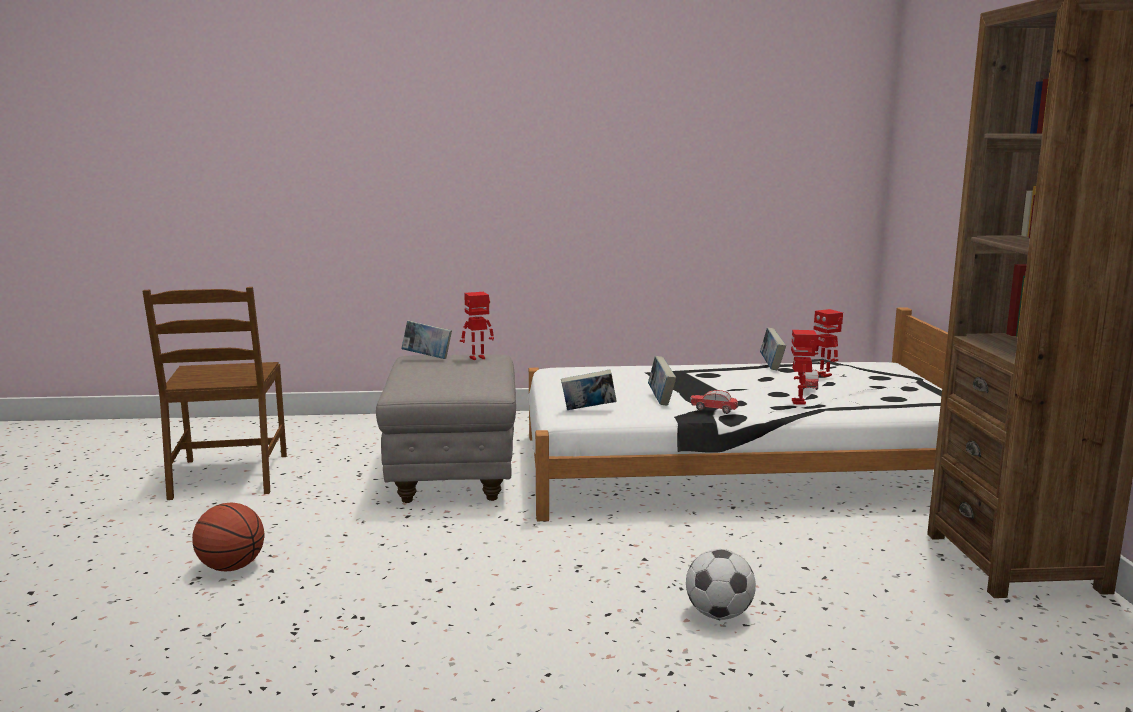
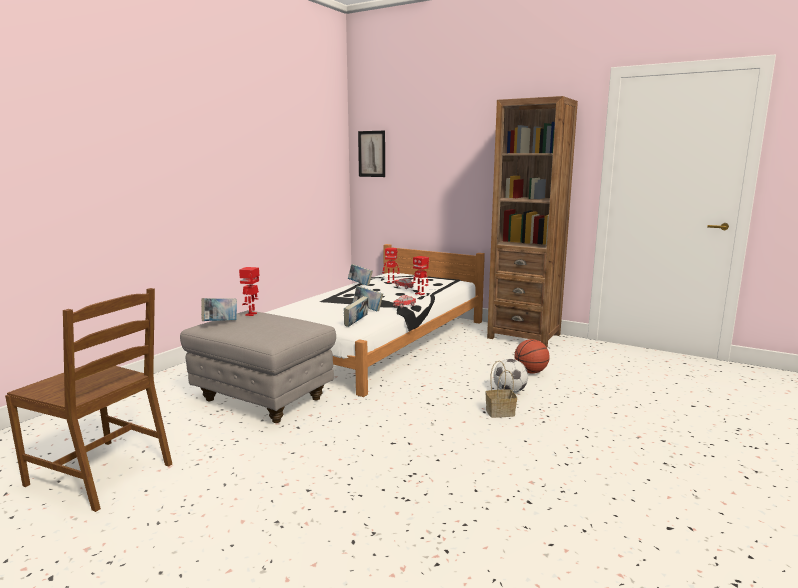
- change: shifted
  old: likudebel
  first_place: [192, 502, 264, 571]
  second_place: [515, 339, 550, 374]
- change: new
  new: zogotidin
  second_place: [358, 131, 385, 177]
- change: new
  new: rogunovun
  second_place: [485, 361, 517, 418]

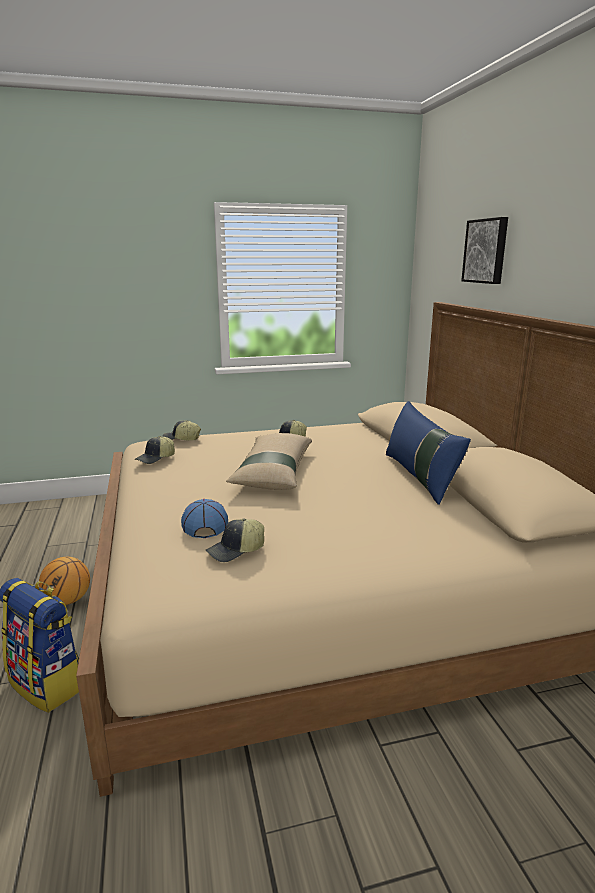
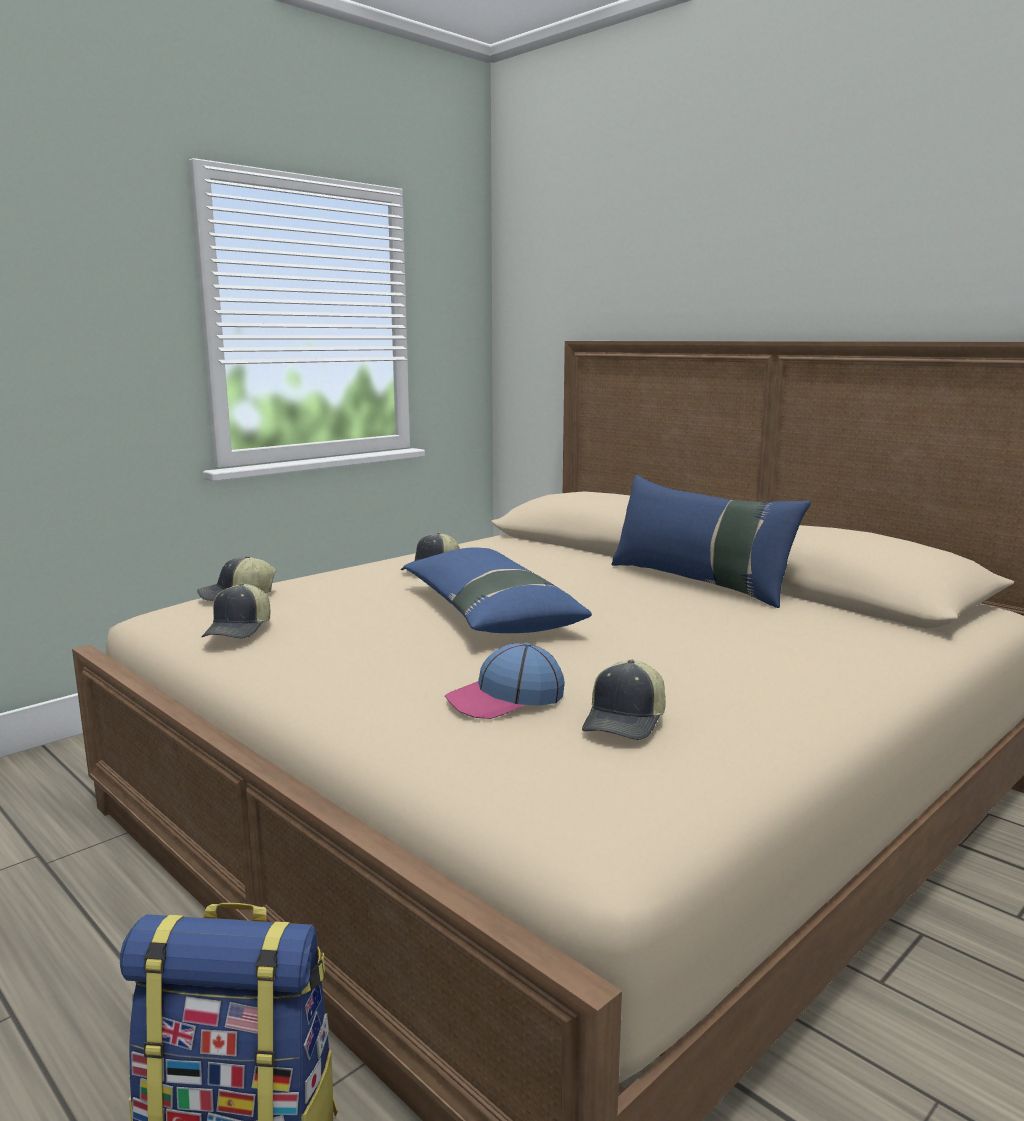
- change: gone
  old: zogotidin
  first_place: [461, 217, 508, 284]
- change: repainted
  old: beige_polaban
  new: blue_polaban
  first_place: [226, 433, 312, 490]
  second_place: [403, 547, 592, 633]
- change: rotated
  old: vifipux
  first_place: [181, 499, 228, 538]
  second_place: [445, 643, 565, 719]
  degrees: -75
- change: gone
  old: likudebel
  first_place: [39, 557, 90, 605]

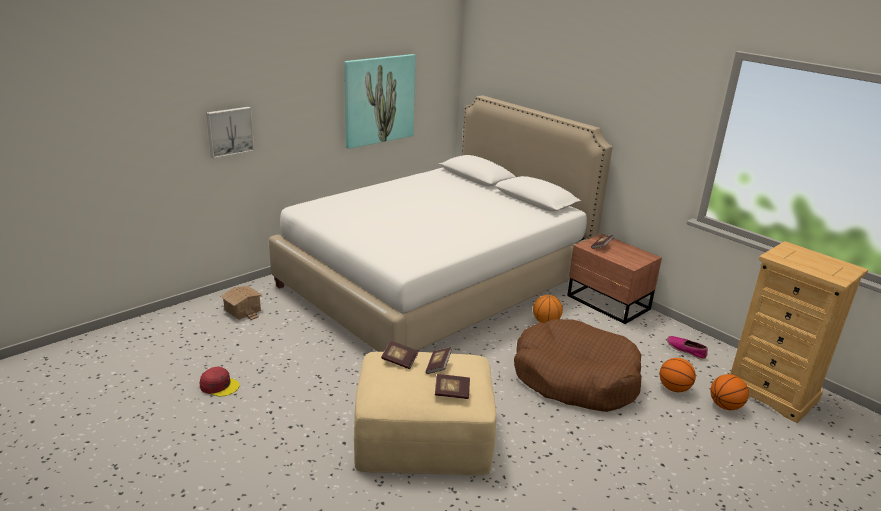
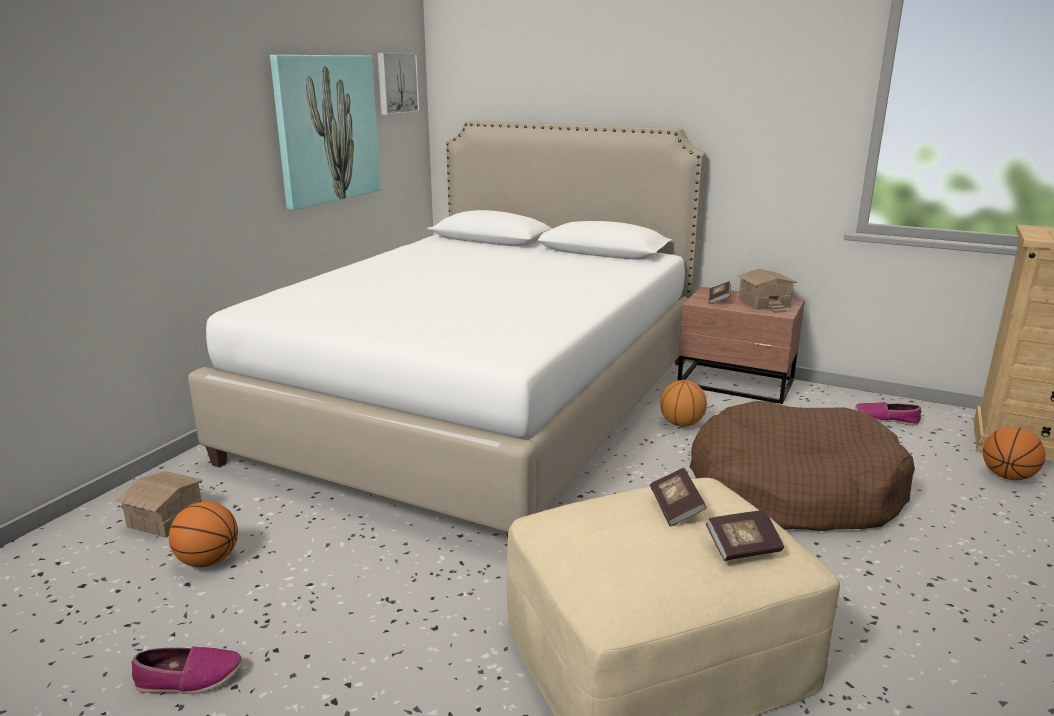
- change: shifted
  old: zogotidin
  first_place: [206, 107, 255, 158]
  second_place: [377, 53, 420, 115]
- change: gone
  old: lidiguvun
  first_place: [381, 341, 418, 369]
- change: shifted
  old: likudebel
  first_place: [660, 358, 696, 392]
  second_place: [169, 502, 238, 567]
- change: swapped
  old: red_vifipux
  new: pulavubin
  first_place: [200, 366, 240, 397]
  second_place: [132, 646, 243, 694]
- change: new
  new: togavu
  second_place: [737, 269, 798, 313]

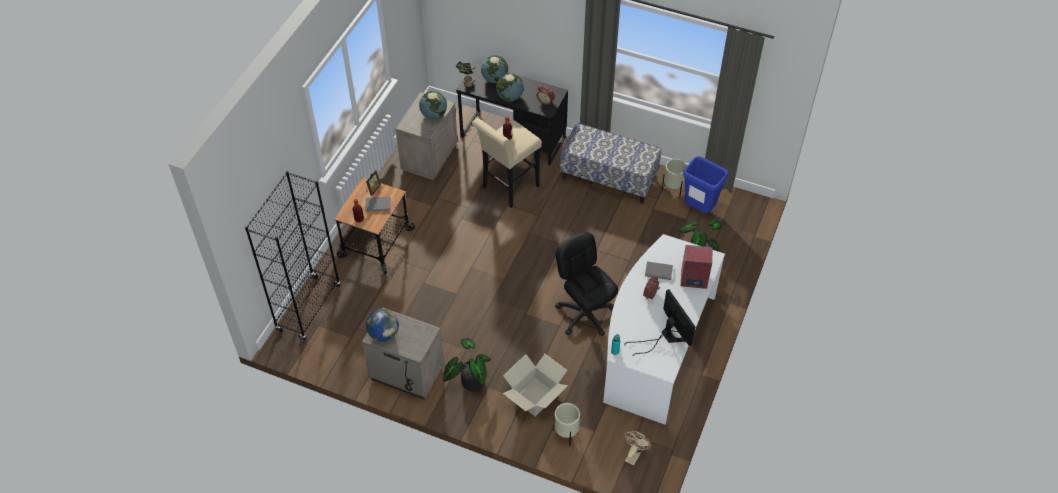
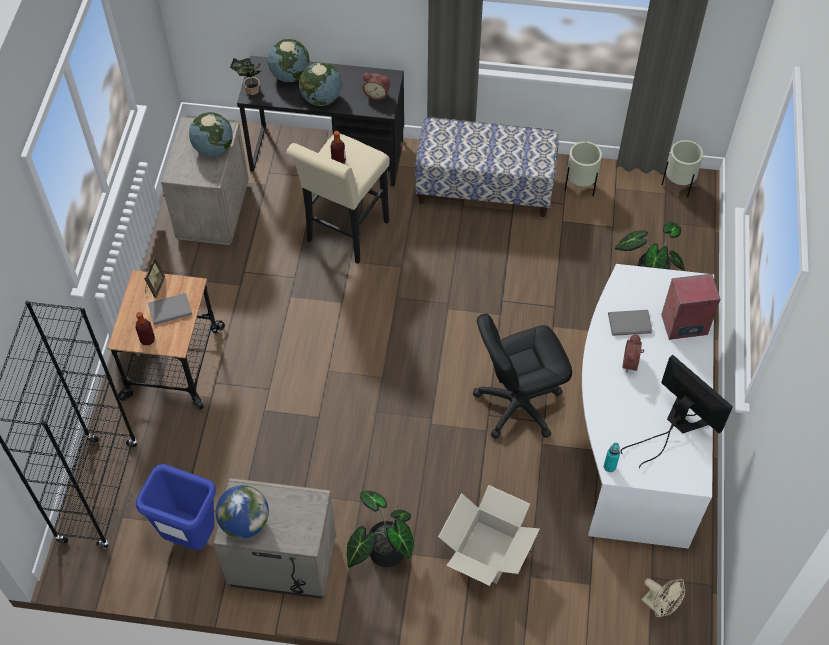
- change: shifted
  old: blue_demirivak
  first_place: [683, 156, 729, 213]
  second_place: [136, 464, 216, 550]
- change: rotated
  old: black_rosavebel
  first_place: [555, 232, 618, 336]
  second_place: [473, 314, 572, 439]
  degrees: -60
- change: shifted
  old: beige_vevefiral
  first_place: [553, 403, 580, 446]
  second_place: [662, 140, 703, 198]
- change: rotated
  old: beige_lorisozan
  first_place: [625, 431, 651, 465]
  second_place: [641, 578, 685, 617]
  degrees: 120

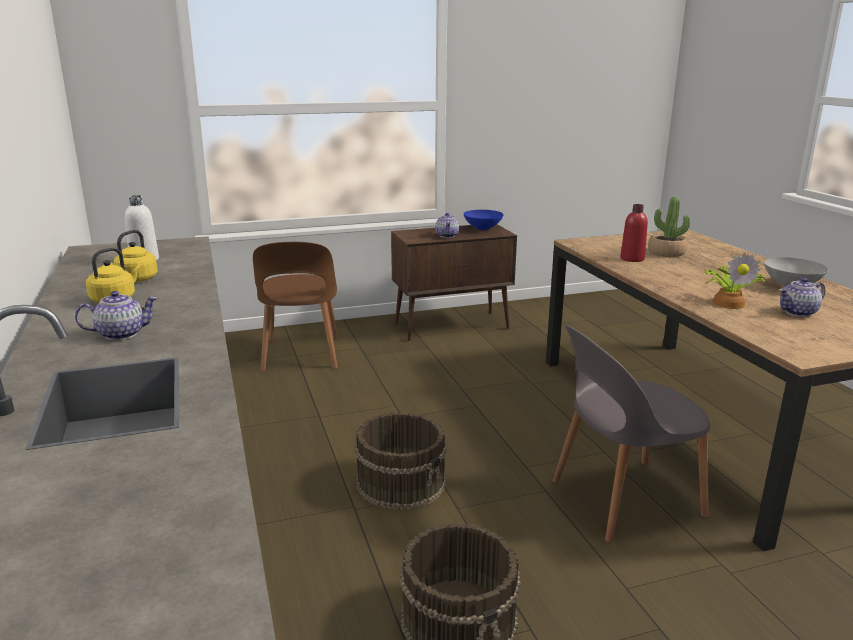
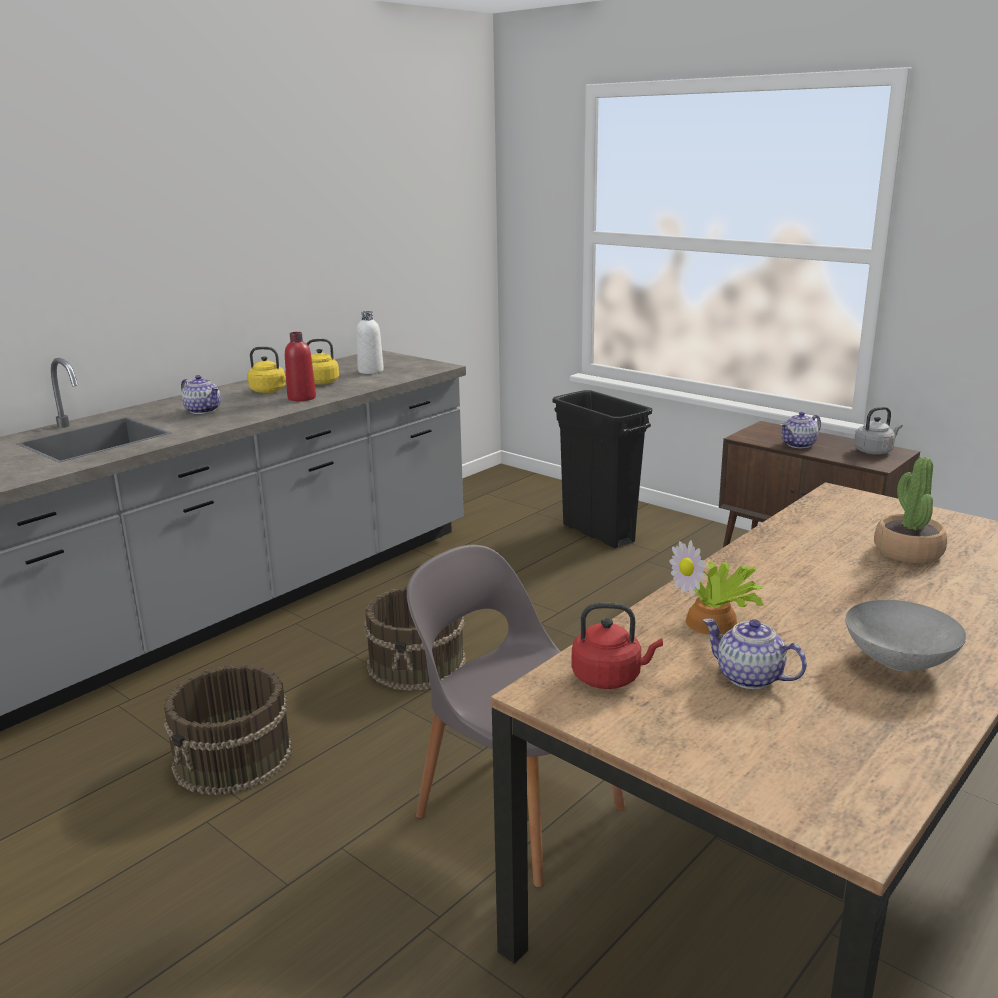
- change: shifted
  old: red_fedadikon
  first_place: [620, 204, 648, 262]
  second_place: [285, 332, 316, 401]
- change: swapped
  old: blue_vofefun
  new: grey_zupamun
  first_place: [464, 210, 503, 230]
  second_place: [854, 407, 903, 455]
- change: swapped
  old: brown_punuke
  new: black_demirivak
  first_place: [253, 242, 338, 371]
  second_place: [553, 390, 652, 548]
- change: new
  new: red_zupamun
  second_place: [571, 603, 663, 689]

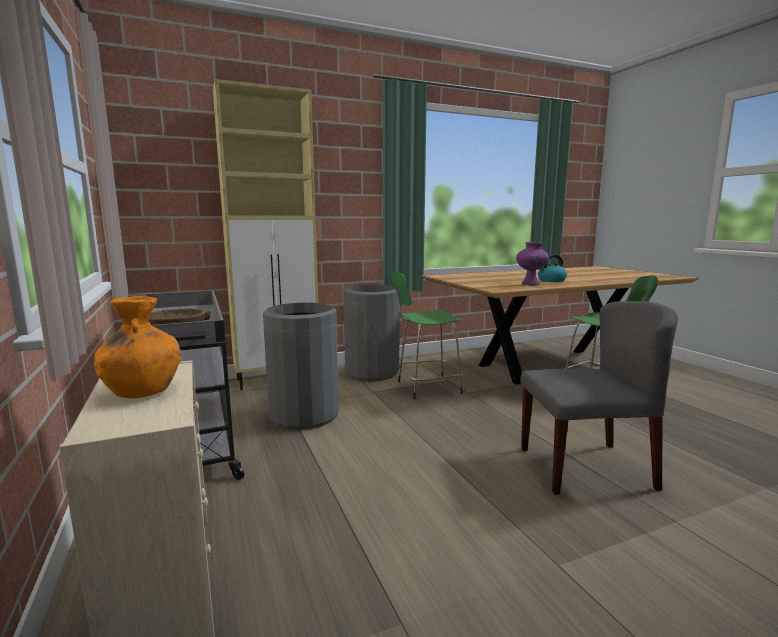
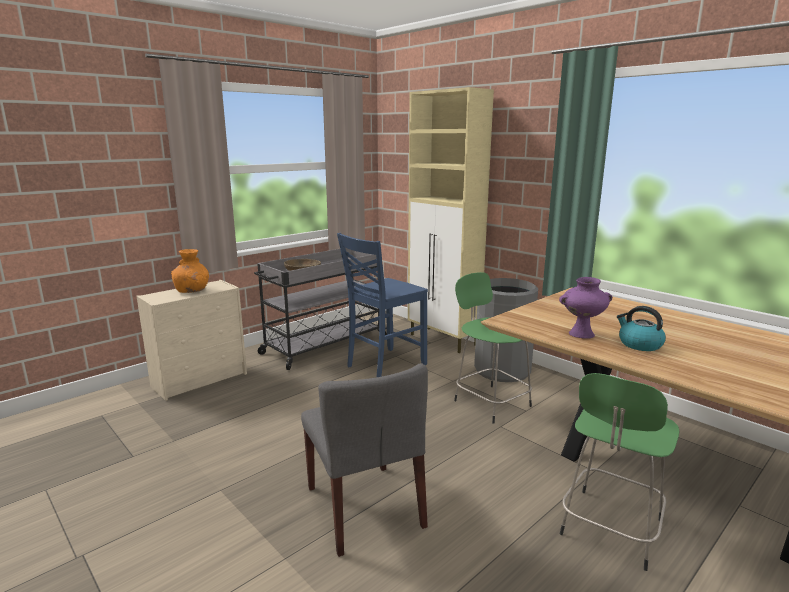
- change: swapped
  old: grey_demirivak
  new: blue_punuke
  first_place: [263, 303, 339, 430]
  second_place: [337, 233, 428, 377]

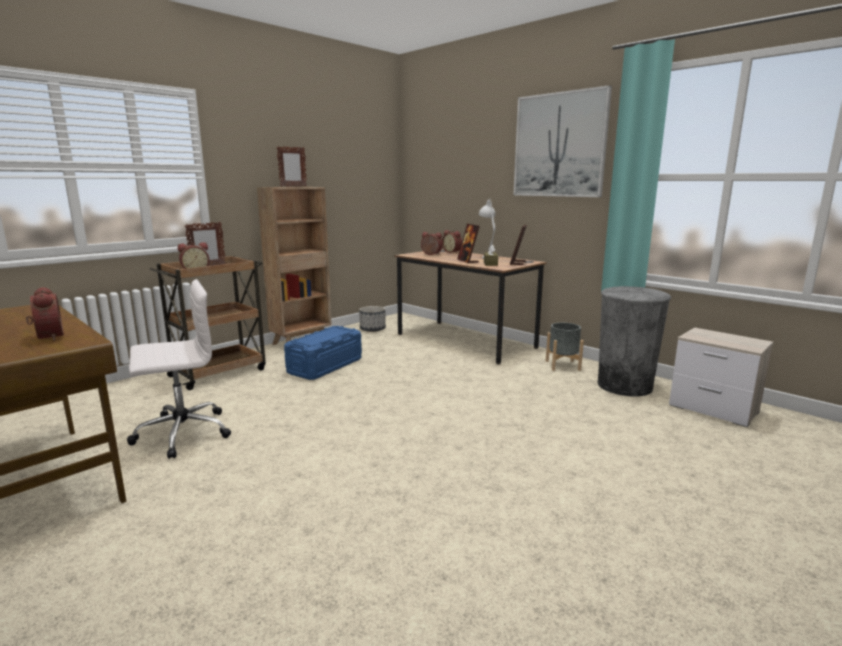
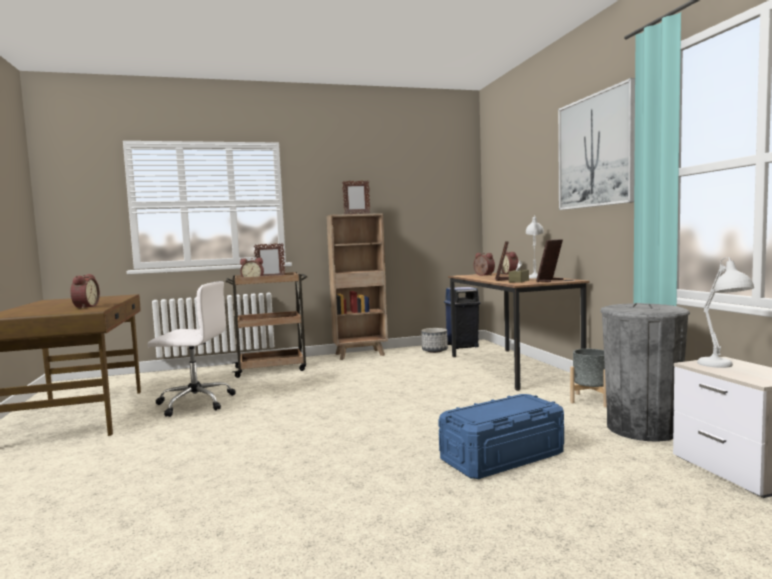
- change: shifted
  old: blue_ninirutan
  first_place: [284, 326, 362, 380]
  second_place: [438, 394, 564, 479]
- change: new
  new: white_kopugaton
  second_place: [697, 257, 754, 368]
- change: new
  new: blue_demirivak
  second_place: [444, 287, 481, 349]

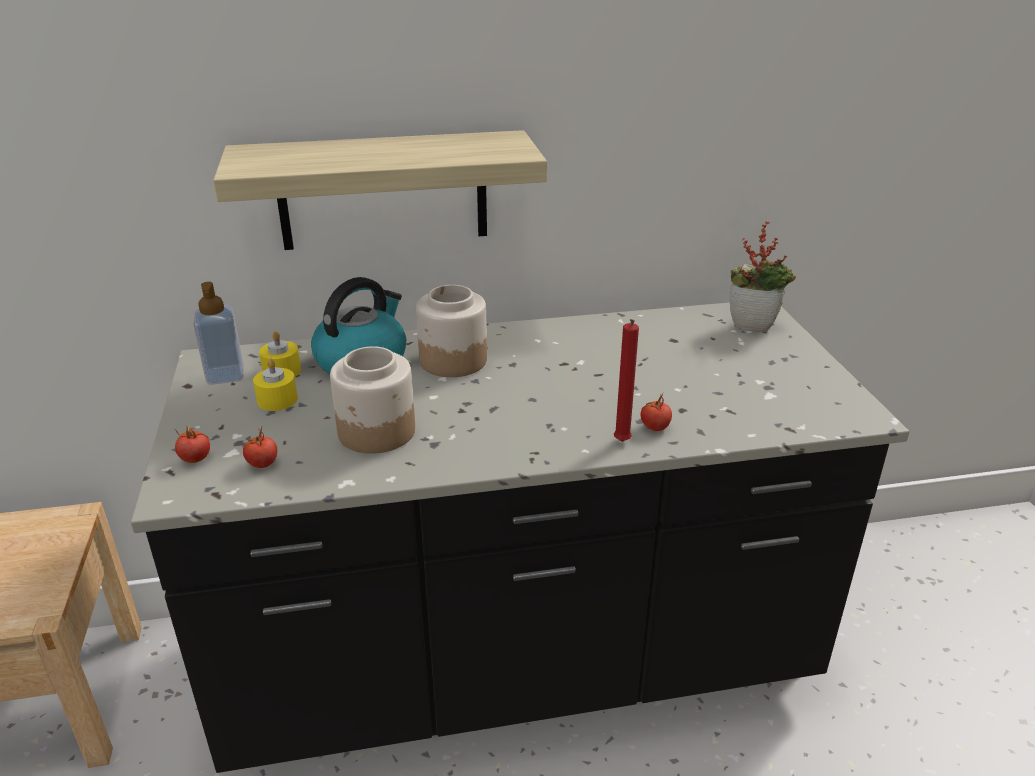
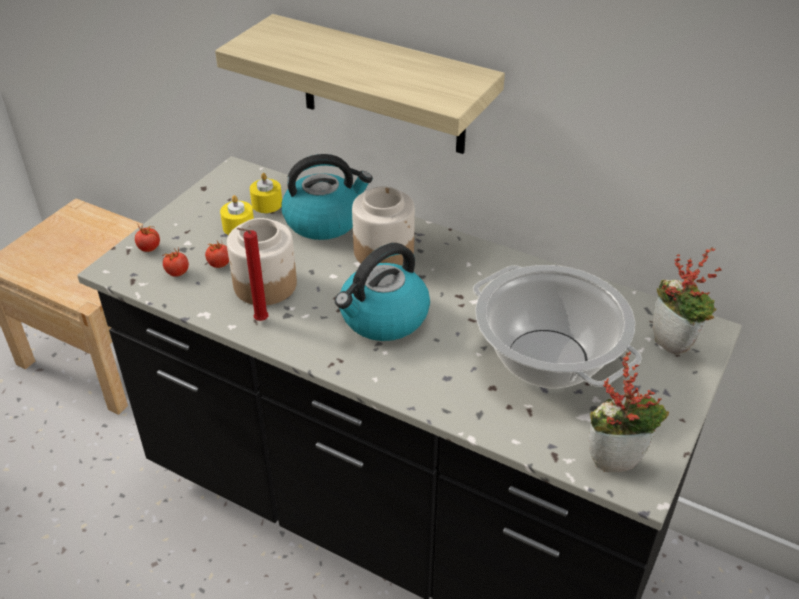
- change: gone
  old: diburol
  first_place: [193, 282, 244, 385]
- change: shifted
  old: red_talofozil
  first_place: [614, 319, 639, 442]
  second_place: [237, 228, 269, 321]
- change: shifted
  old: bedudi
  first_place: [641, 393, 672, 431]
  second_place: [205, 241, 229, 268]
- change: new
  new: zupamun
  second_place: [335, 243, 430, 341]
- change: new
  new: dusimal
  second_place: [473, 265, 642, 388]
- change: new
  new: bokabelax
  second_place: [589, 352, 669, 472]

